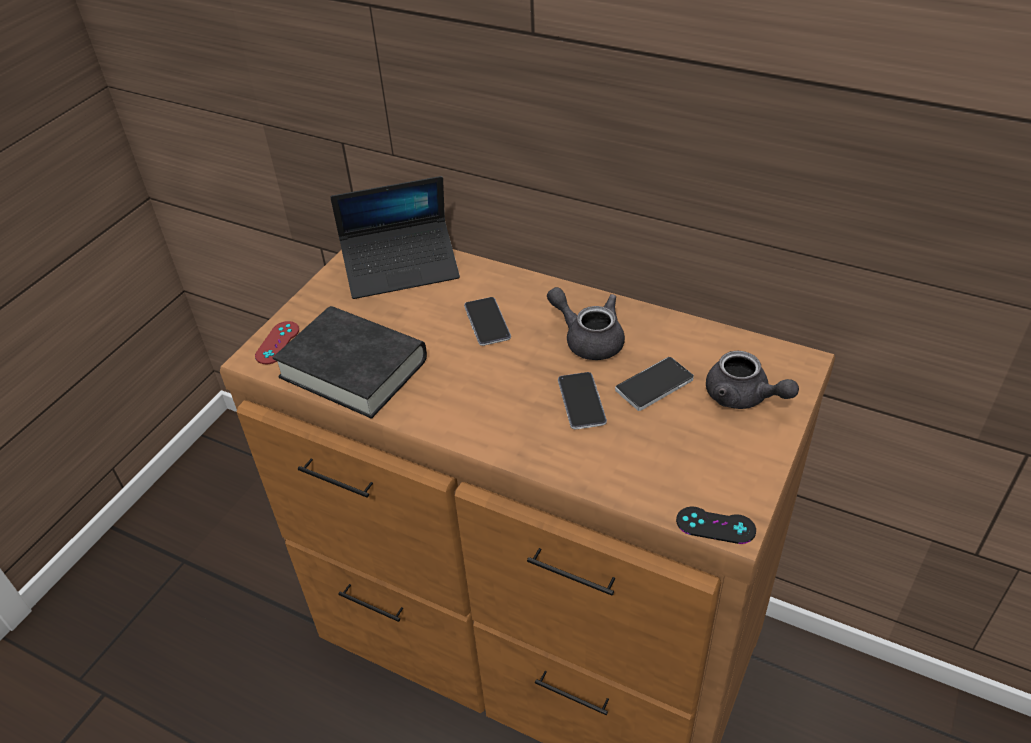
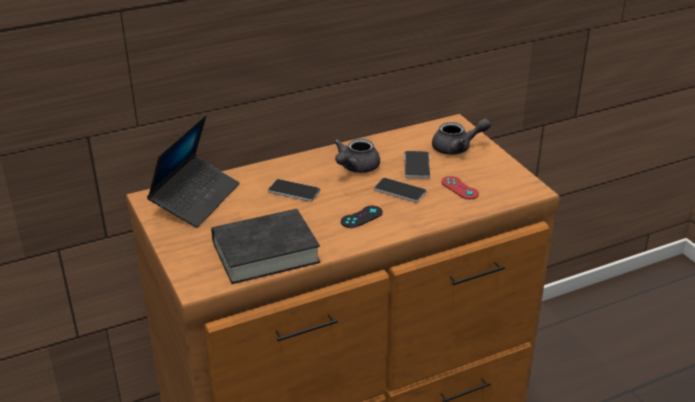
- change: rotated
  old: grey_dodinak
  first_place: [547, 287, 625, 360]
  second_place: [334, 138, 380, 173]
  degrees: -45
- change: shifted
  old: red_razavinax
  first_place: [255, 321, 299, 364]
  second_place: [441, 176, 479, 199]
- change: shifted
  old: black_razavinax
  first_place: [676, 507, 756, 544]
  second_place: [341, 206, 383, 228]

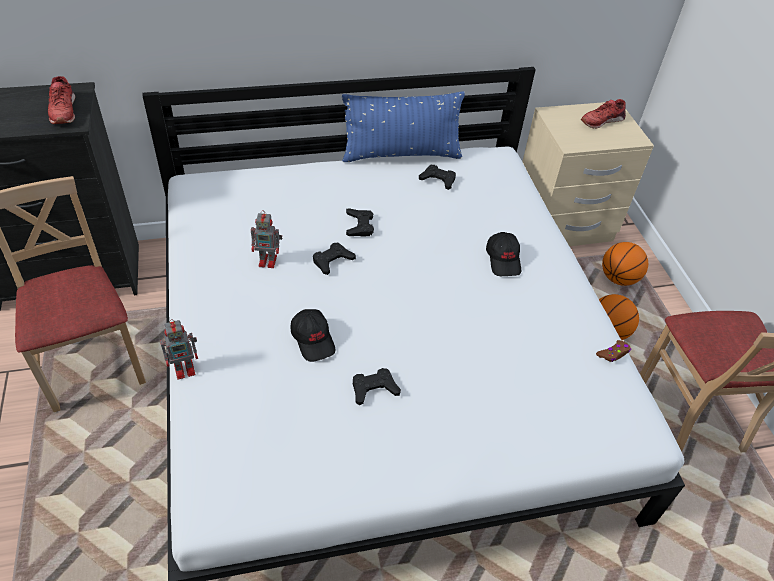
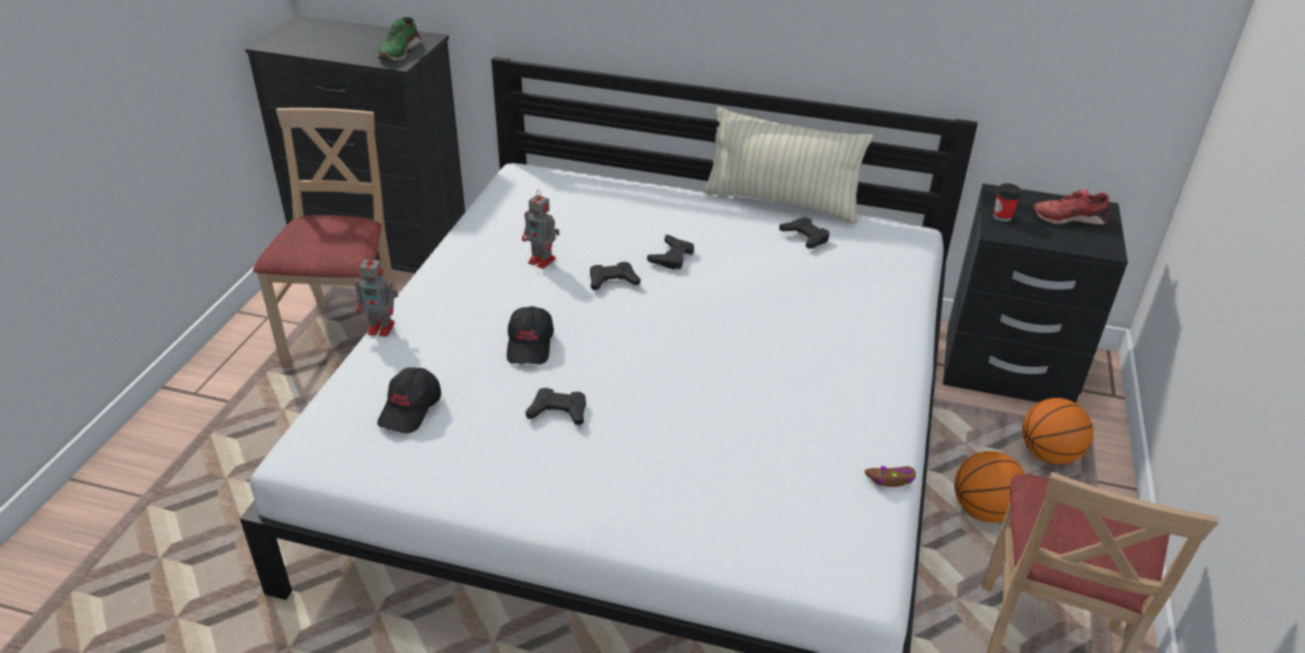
- change: repainted
  old: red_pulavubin
  new: green_pulavubin
  first_place: [48, 76, 75, 124]
  second_place: [378, 17, 421, 61]
- change: repainted
  old: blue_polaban
  new: beige_polaban
  first_place: [342, 92, 465, 162]
  second_place: [703, 107, 873, 224]
- change: repainted
  old: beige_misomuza
  new: black_misomuza
  first_place: [522, 102, 654, 246]
  second_place: [943, 184, 1128, 403]
- change: shifted
  old: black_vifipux
  first_place: [486, 232, 521, 276]
  second_place: [377, 367, 441, 433]
- change: new
  new: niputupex
  second_place: [993, 183, 1021, 222]

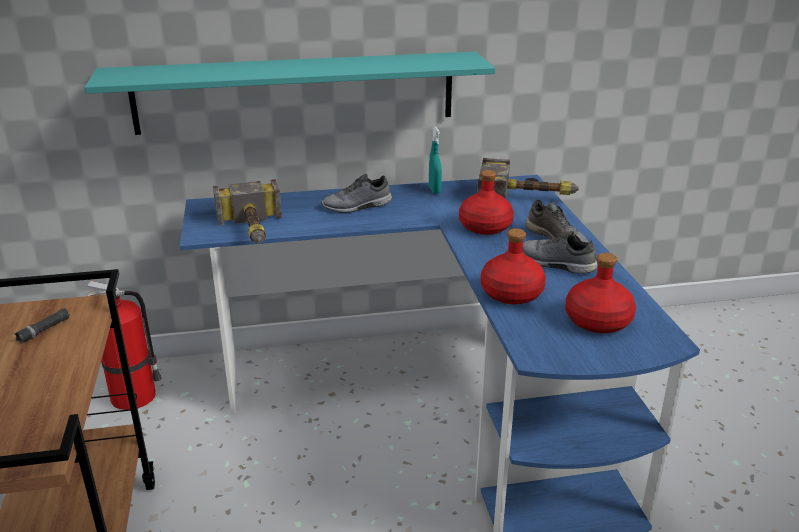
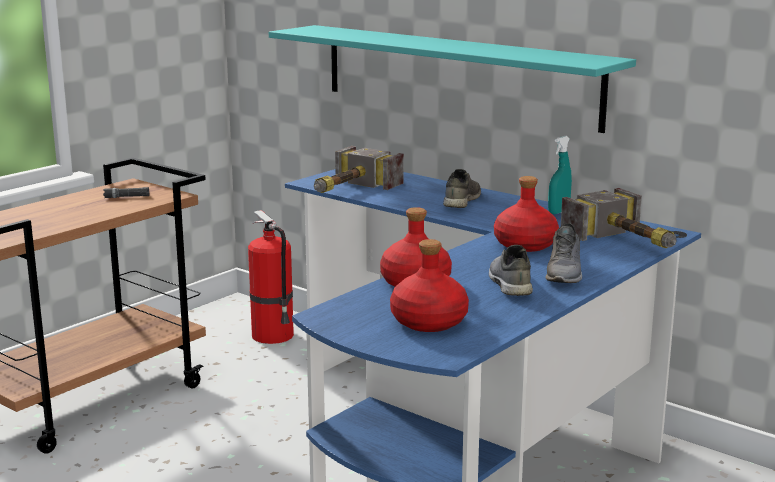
- change: rotated
  old: grey_pulavubin
  first_place: [321, 174, 392, 213]
  second_place: [443, 169, 481, 208]
  degrees: 75

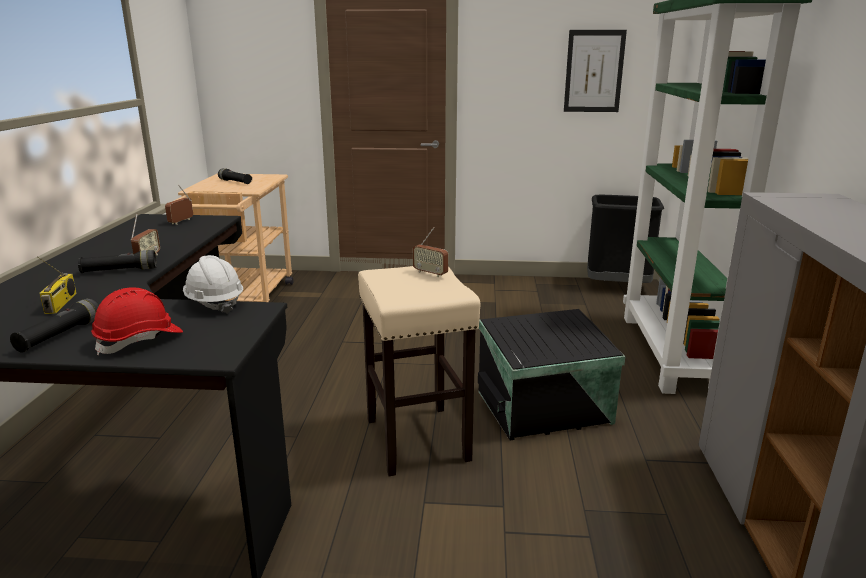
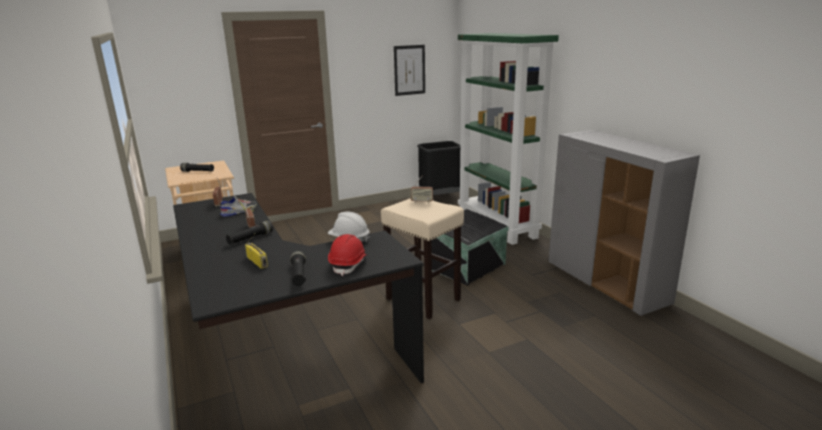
- change: new
  new: pulavubin
  second_place: [219, 196, 257, 217]

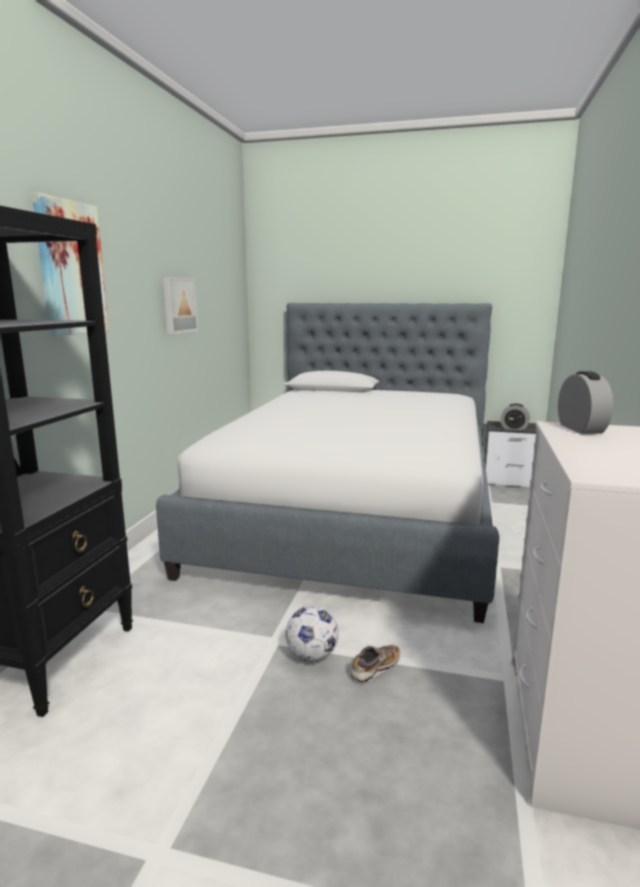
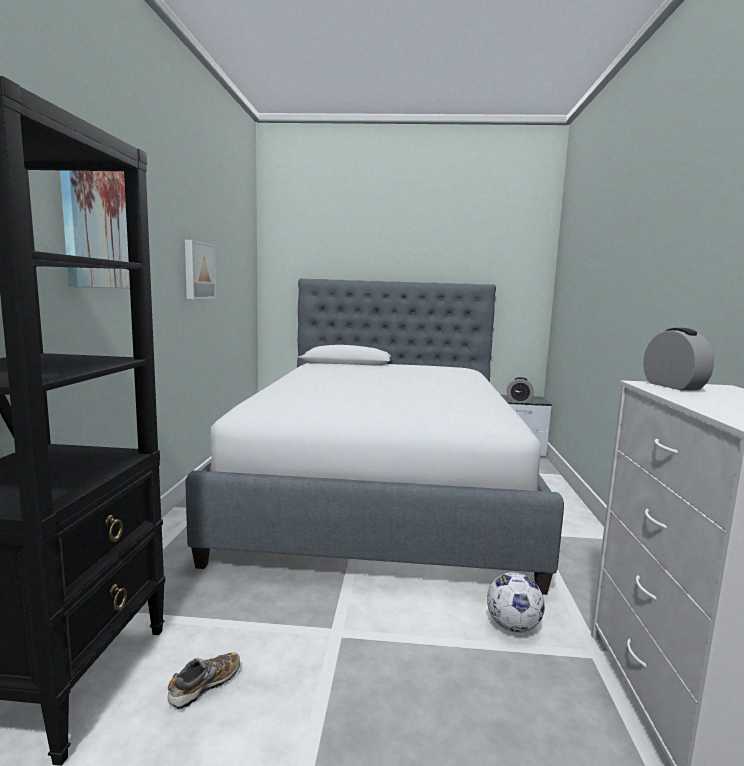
- change: shifted
  old: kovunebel
  first_place: [286, 606, 339, 662]
  second_place: [487, 572, 545, 633]
- change: shifted
  old: pulavubin
  first_place: [350, 645, 400, 683]
  second_place: [167, 653, 240, 710]

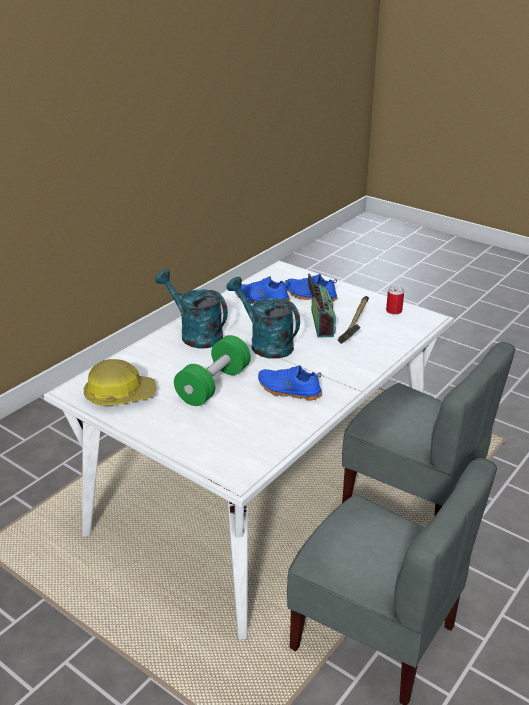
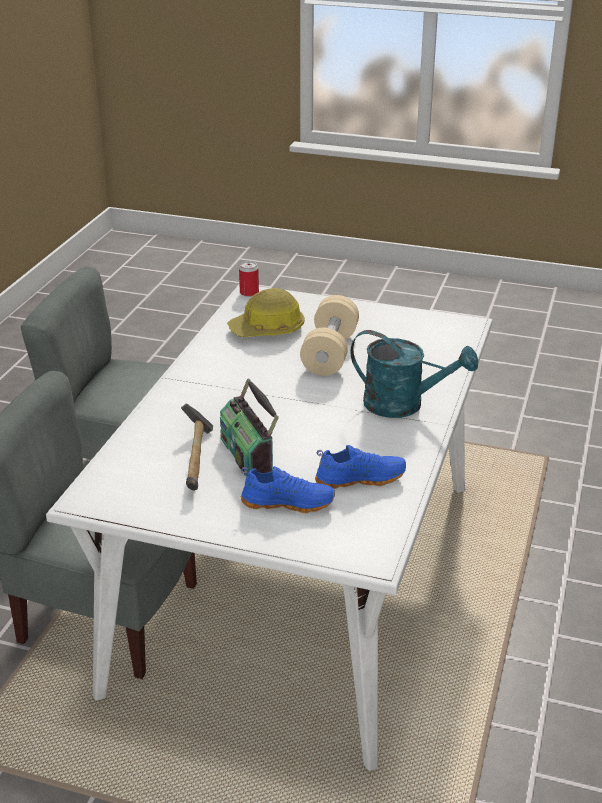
- change: gone
  old: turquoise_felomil
  first_place: [227, 277, 300, 359]
- change: shifted
  old: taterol
  first_place: [386, 285, 404, 315]
  second_place: [239, 261, 259, 297]
- change: repainted
  old: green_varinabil
  new: beige_varinabil
  first_place: [174, 335, 251, 406]
  second_place: [300, 295, 359, 376]
- change: shifted
  old: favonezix
  first_place: [84, 359, 157, 406]
  second_place: [227, 288, 305, 337]
- change: gone
  old: blue_pulavubin
  first_place: [258, 365, 322, 401]

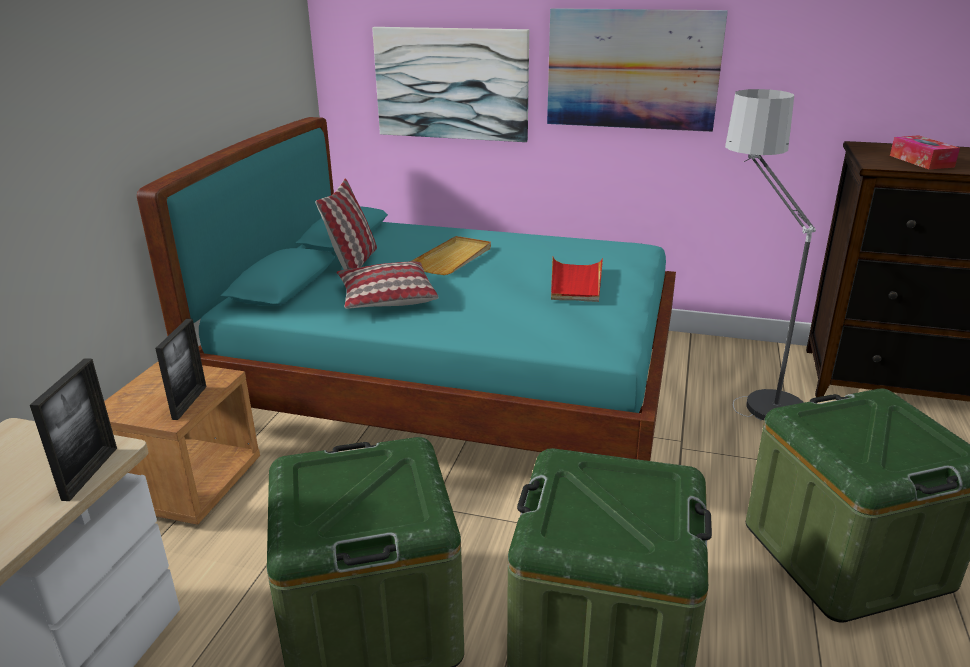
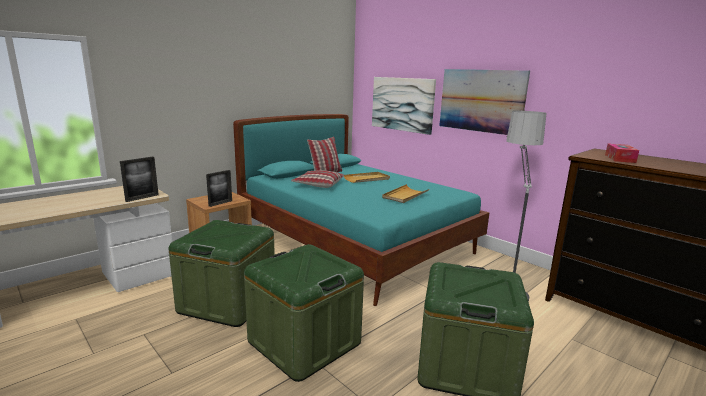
- change: repainted
  old: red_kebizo
  new: beige_kebizo
  first_place: [551, 257, 603, 302]
  second_place: [382, 184, 429, 203]

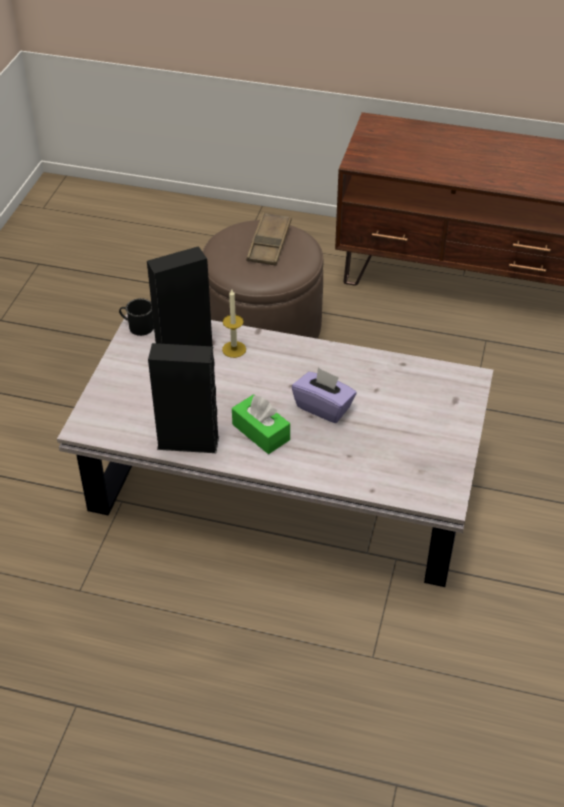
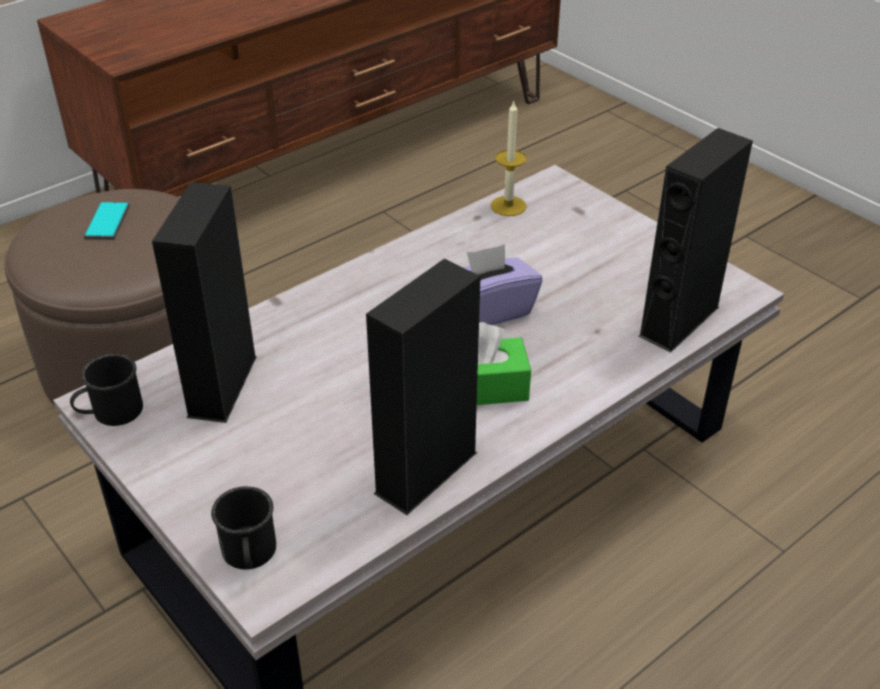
- change: swapped
  old: brown_kebizo
  new: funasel
  first_place: [247, 212, 292, 266]
  second_place: [84, 202, 130, 240]
- change: shifted
  old: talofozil
  first_place: [222, 289, 246, 358]
  second_place: [491, 100, 527, 216]
- change: new
  new: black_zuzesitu
  second_place: [638, 128, 753, 352]
- change: new
  new: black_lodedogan
  second_place: [211, 486, 276, 569]

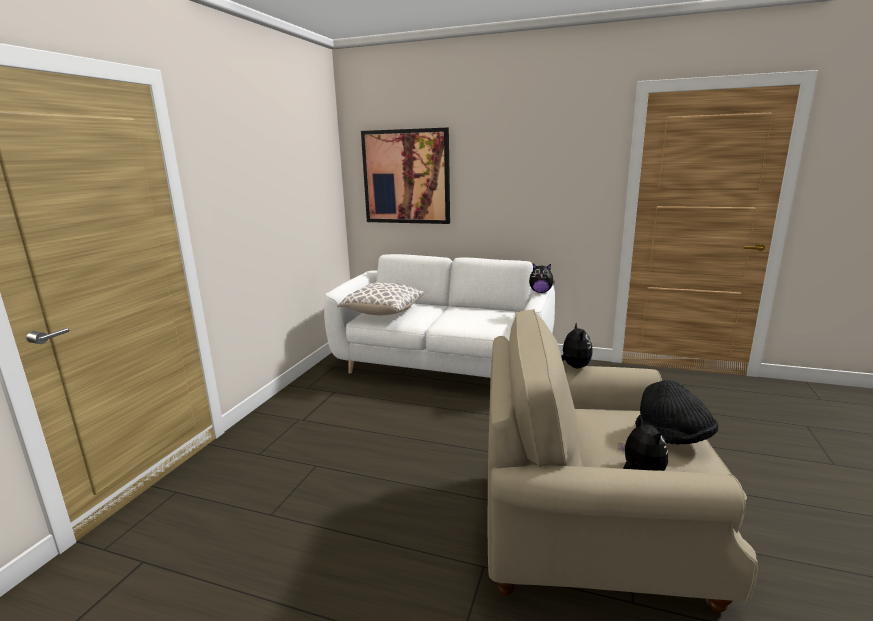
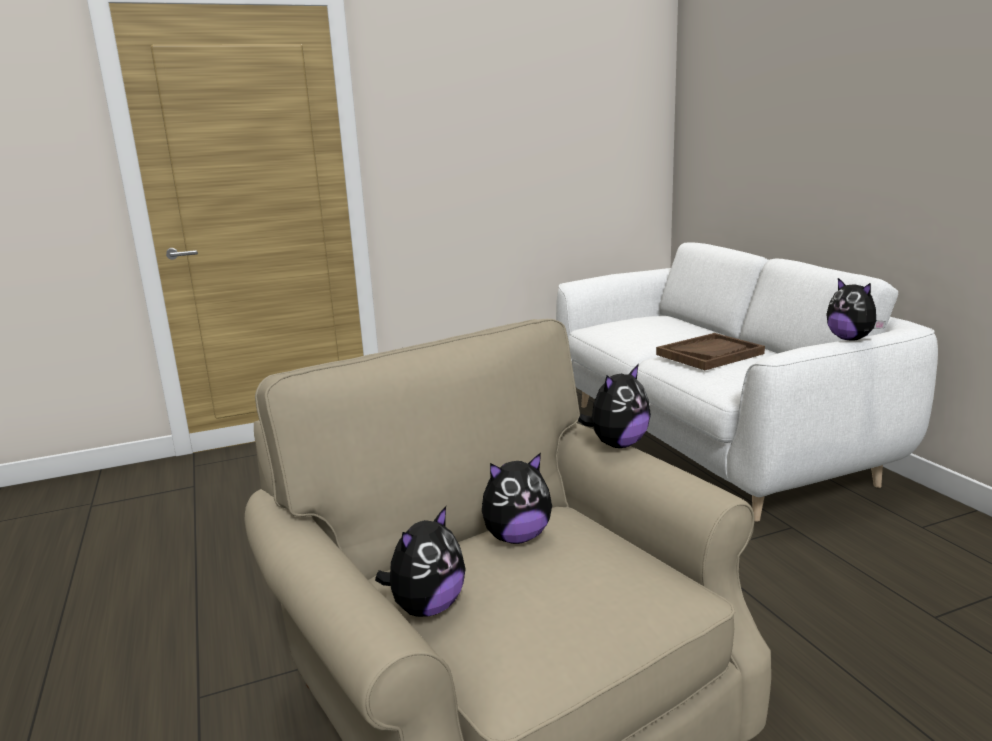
- change: gone
  old: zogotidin
  first_place: [361, 128, 450, 224]
- change: gone
  old: polaban
  first_place: [337, 282, 424, 315]
- change: gone
  old: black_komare
  first_place: [635, 380, 718, 444]
- change: new
  new: brown_kebizo
  second_place: [656, 333, 765, 370]
- change: new
  new: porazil
  second_place: [482, 453, 552, 544]

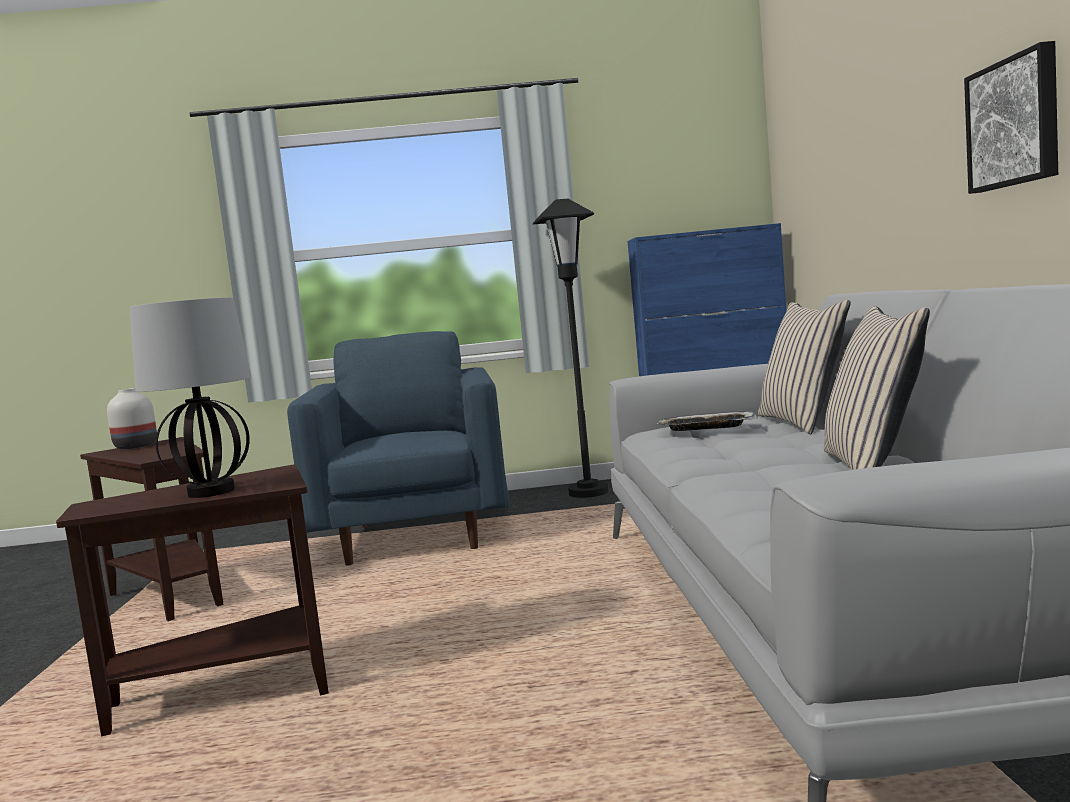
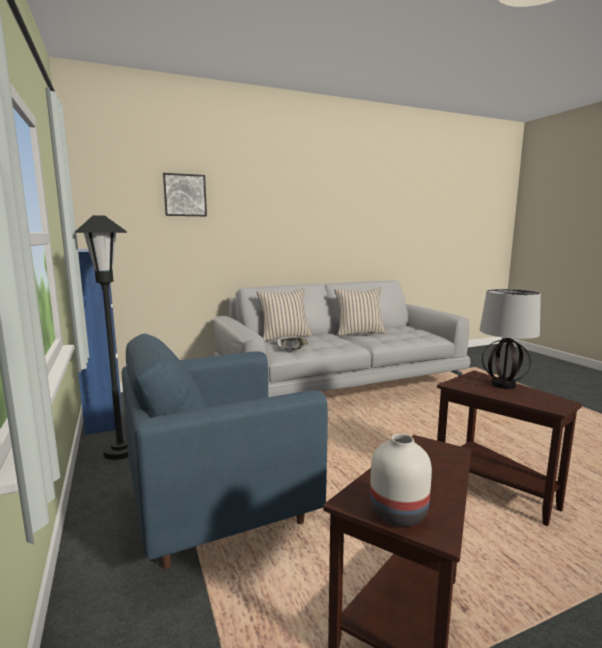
- change: shifted
  old: zogotidin
  first_place: [964, 41, 1058, 194]
  second_place: [163, 173, 207, 216]

